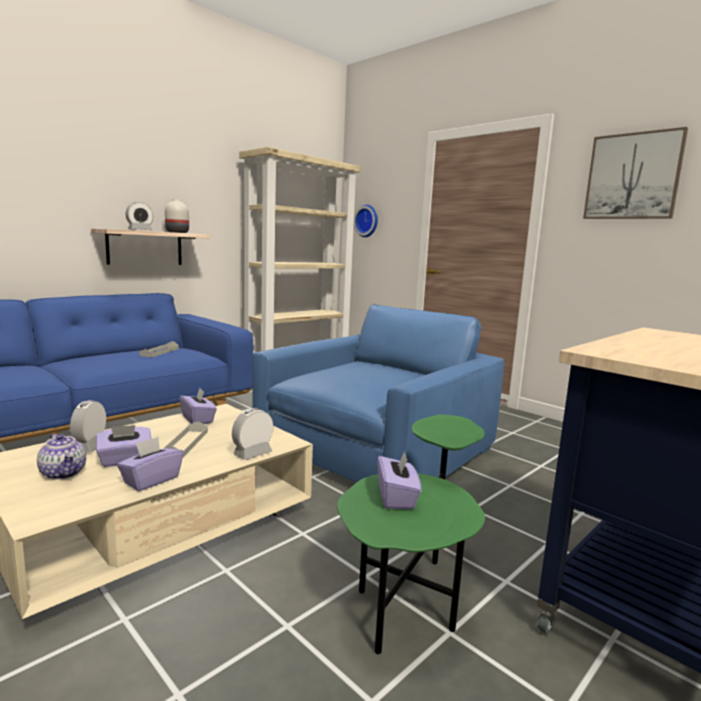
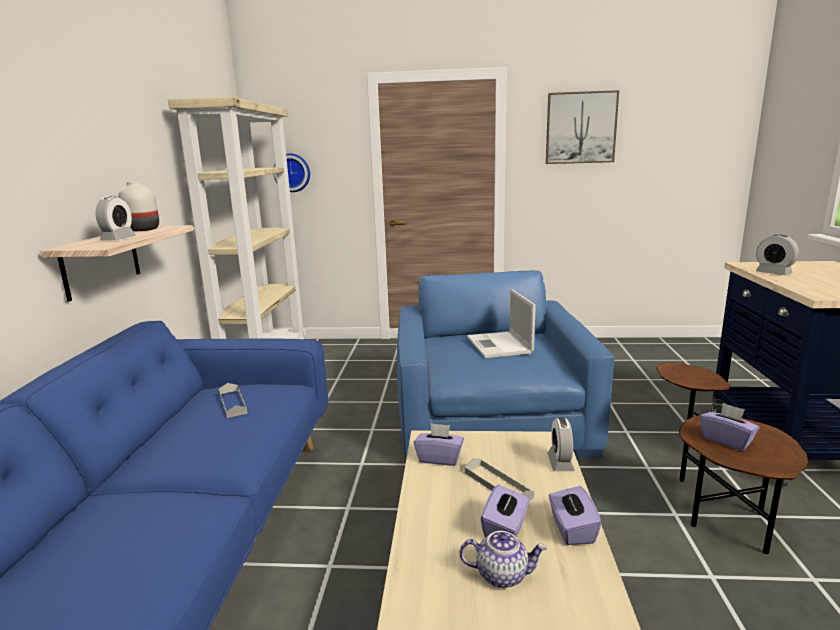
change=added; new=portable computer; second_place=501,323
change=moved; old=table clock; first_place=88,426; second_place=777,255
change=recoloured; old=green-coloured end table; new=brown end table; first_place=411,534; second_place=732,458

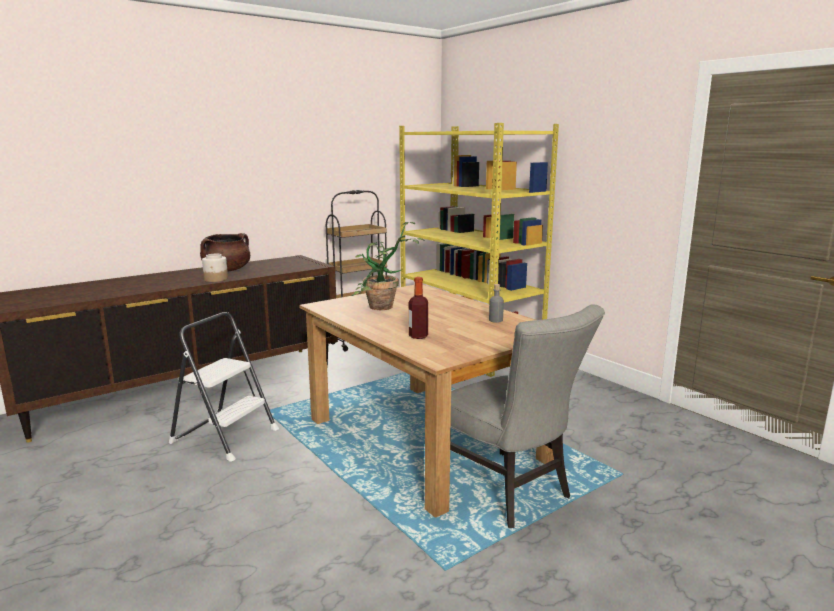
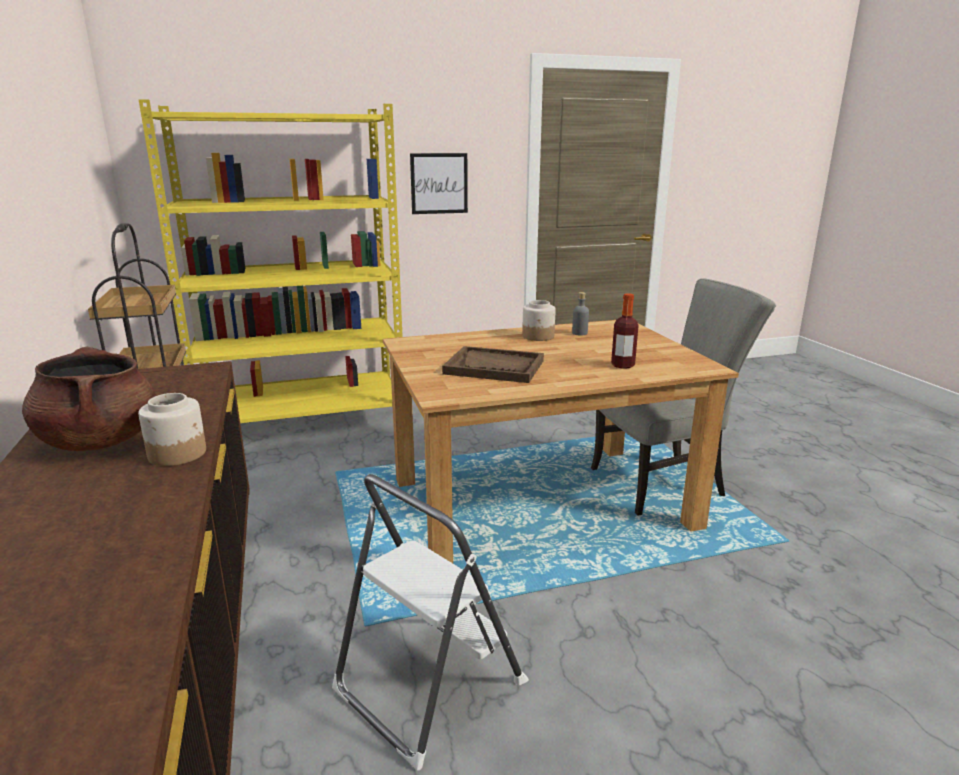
change=added; new=wall art; second_place=439,183
change=added; new=jar; second_place=539,320
change=replaced; old=potted plant; new=brown serving tray; first_place=388,266; second_place=493,364

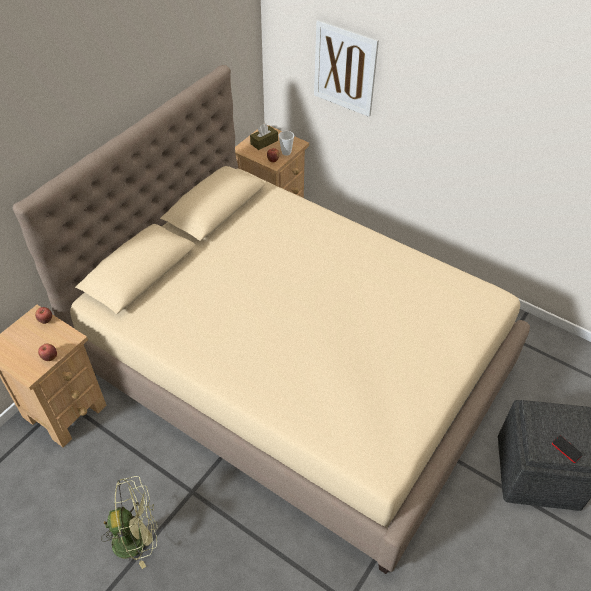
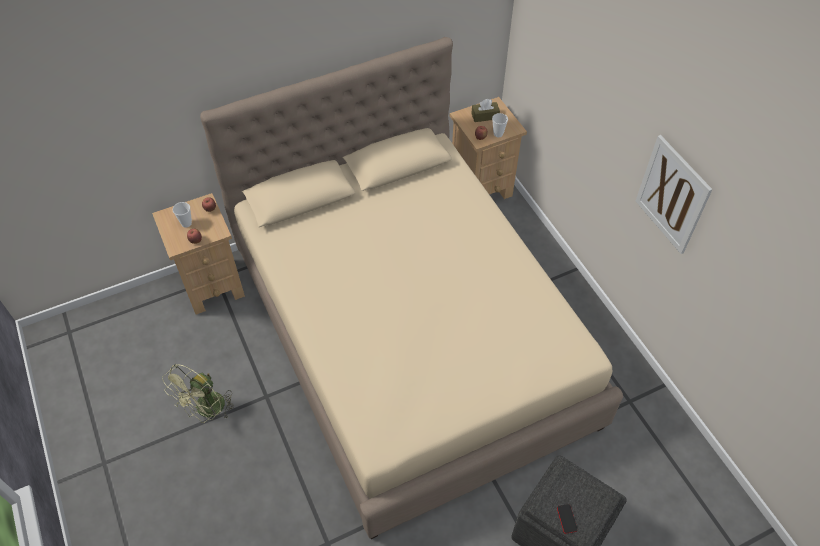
change=added; new=small cup; second_place=182,214
change=moved; old=wall art; first_place=346,68; second_place=674,194
change=turned; old=green-coloured electric fan; first_place=129,522; second_place=198,393; degrees=105

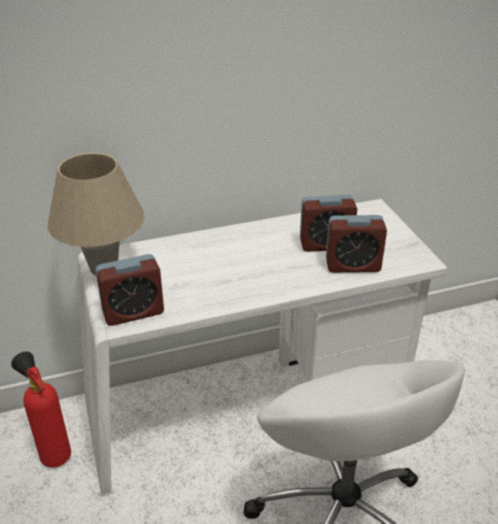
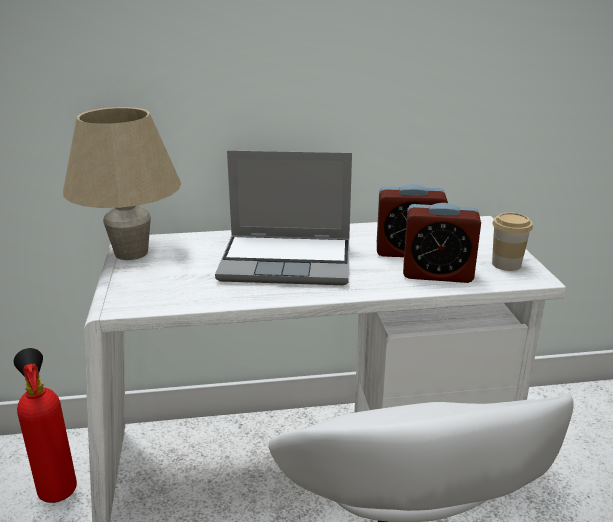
change=removed; old=table clock; first_place=129,290
change=added; new=portable computer; second_place=283,217
change=added; new=small cup; second_place=512,241

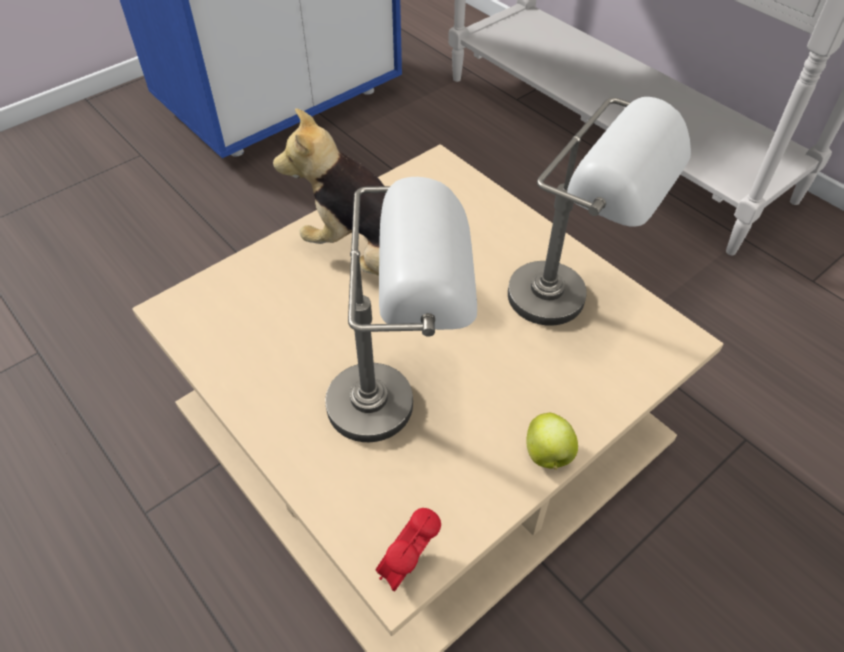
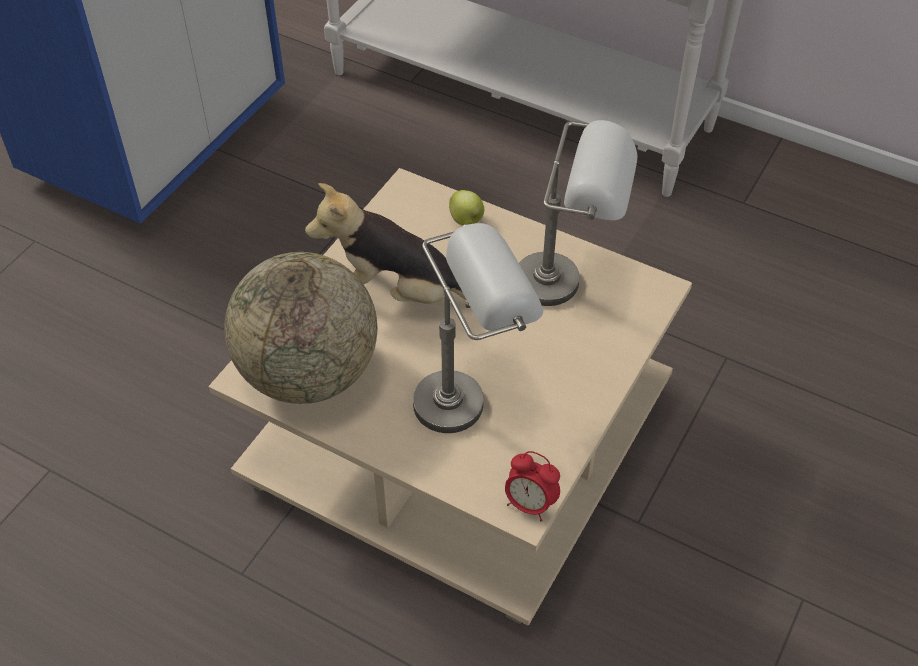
change=added; new=globe; second_place=300,328
change=moved; old=apple fruit; first_place=552,441; second_place=466,207
change=turned; old=table clock; first_place=408,550; second_place=532,486; degrees=-75

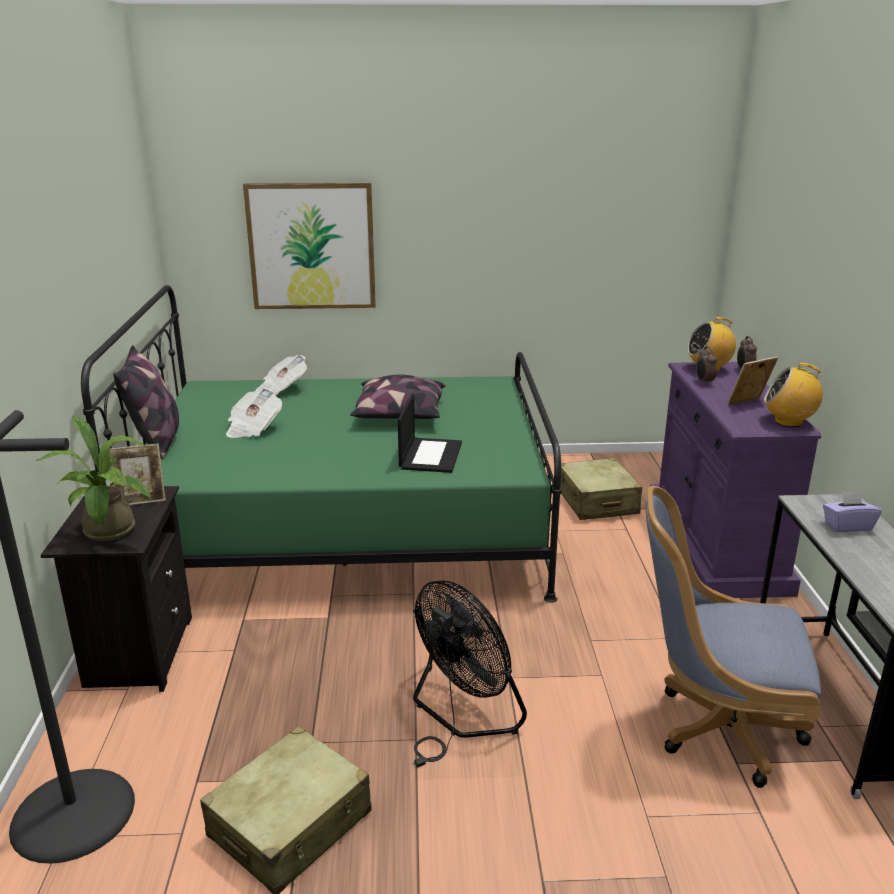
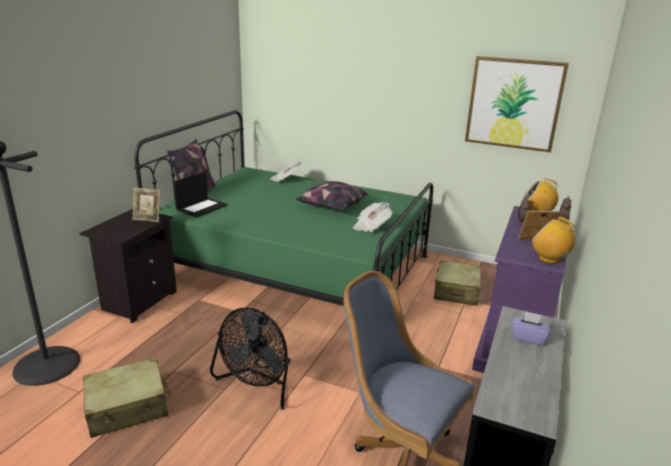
change=removed; old=potted plant; first_place=94,478
change=moved; old=newspaper; first_place=254,413; second_place=372,217
change=moved; old=wall art; first_place=309,246; second_place=517,104
change=moved; old=portable computer; first_place=430,433; second_place=200,195
change=turned; old=black electric fan; first_place=469,674; second_place=250,359; degrees=135

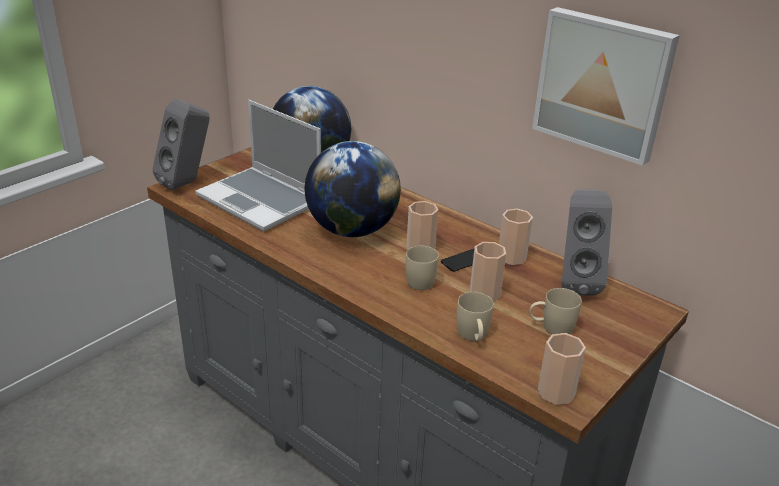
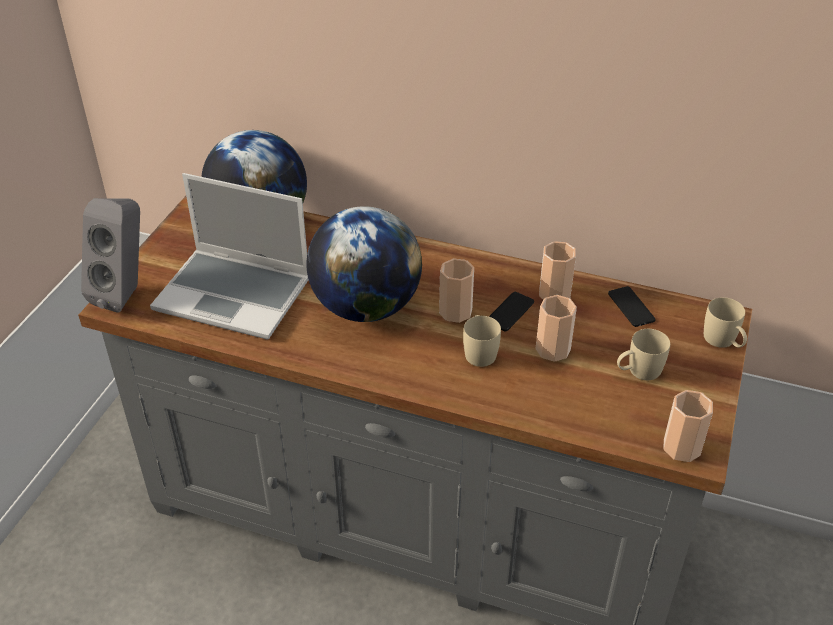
change=removed; old=wall art; first_place=606,86
change=moved; old=sand-coloured tea mug; first_place=475,316; second_place=725,322
change=replaced; old=gray loudspeaker; new=telephone; first_place=587,242; second_place=632,306

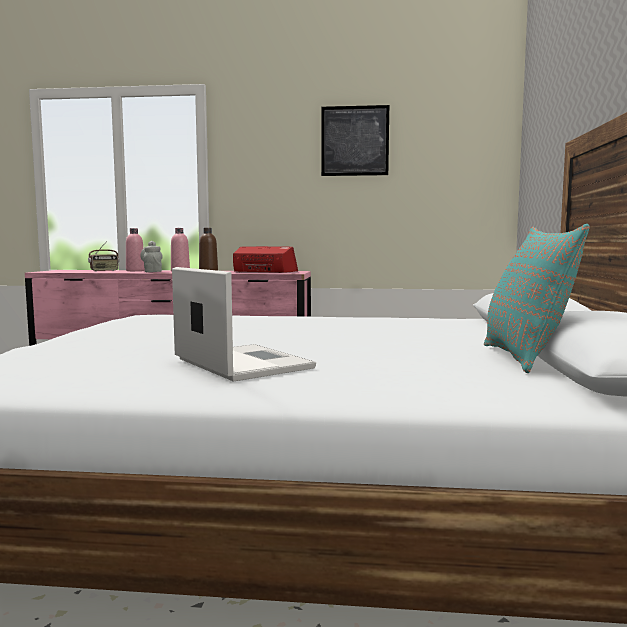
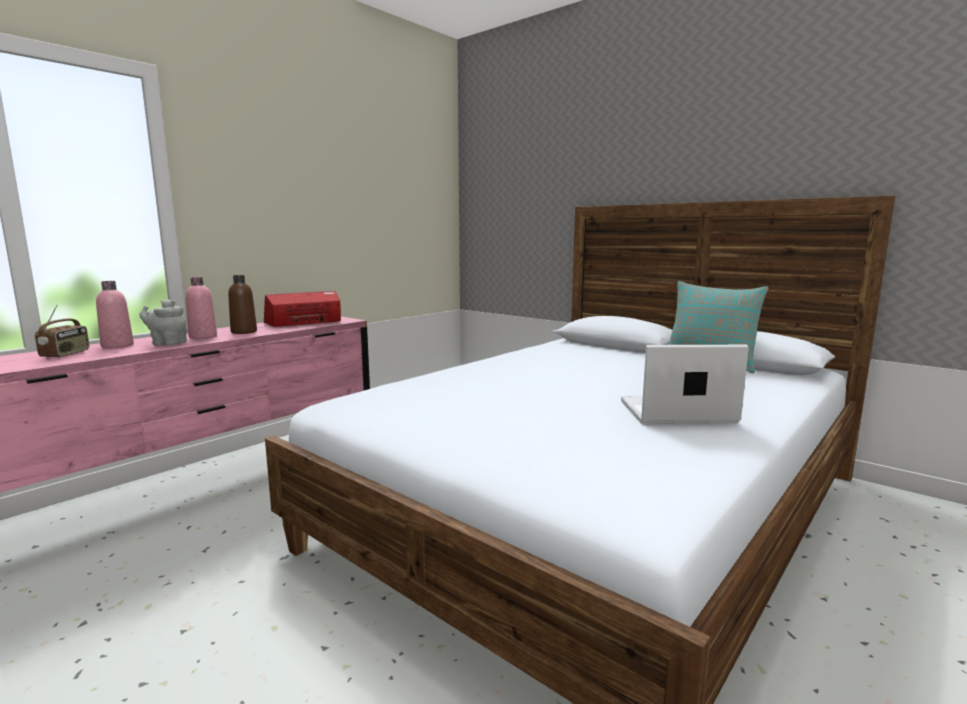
change=removed; old=wall art; first_place=355,140

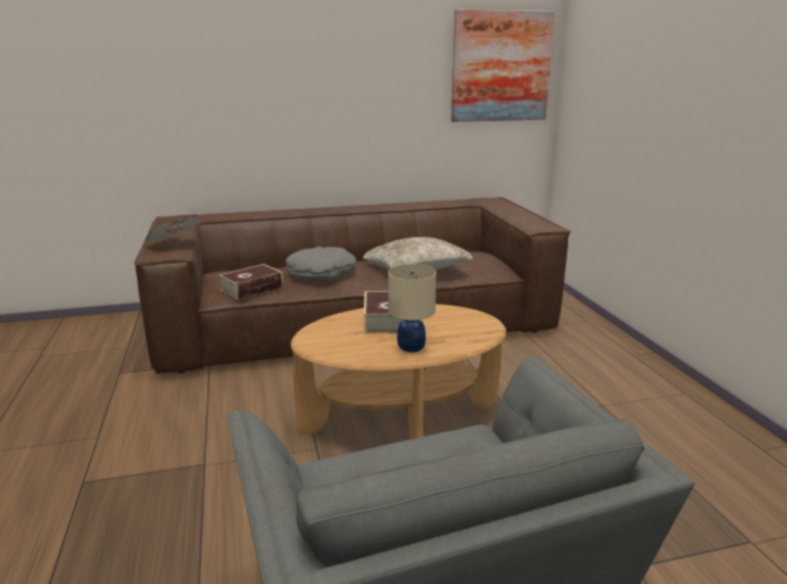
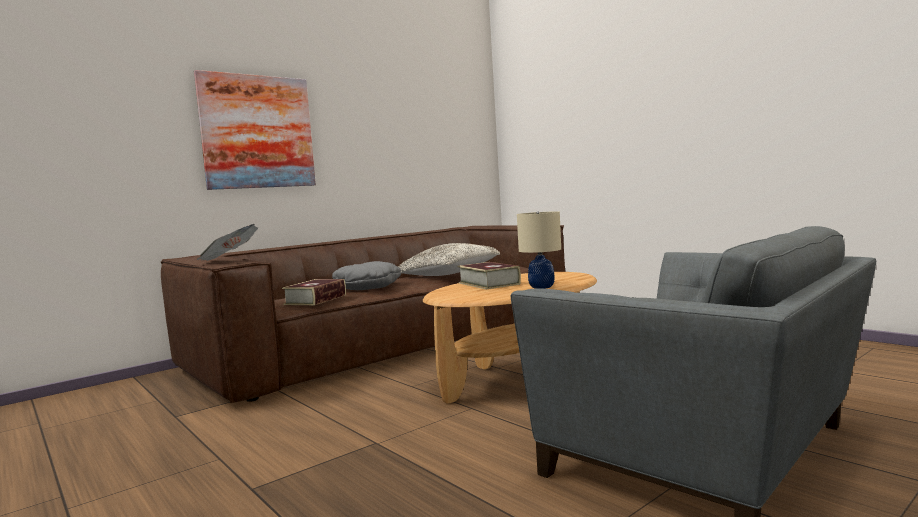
change=moved; old=wall art; first_place=503,65; second_place=255,130

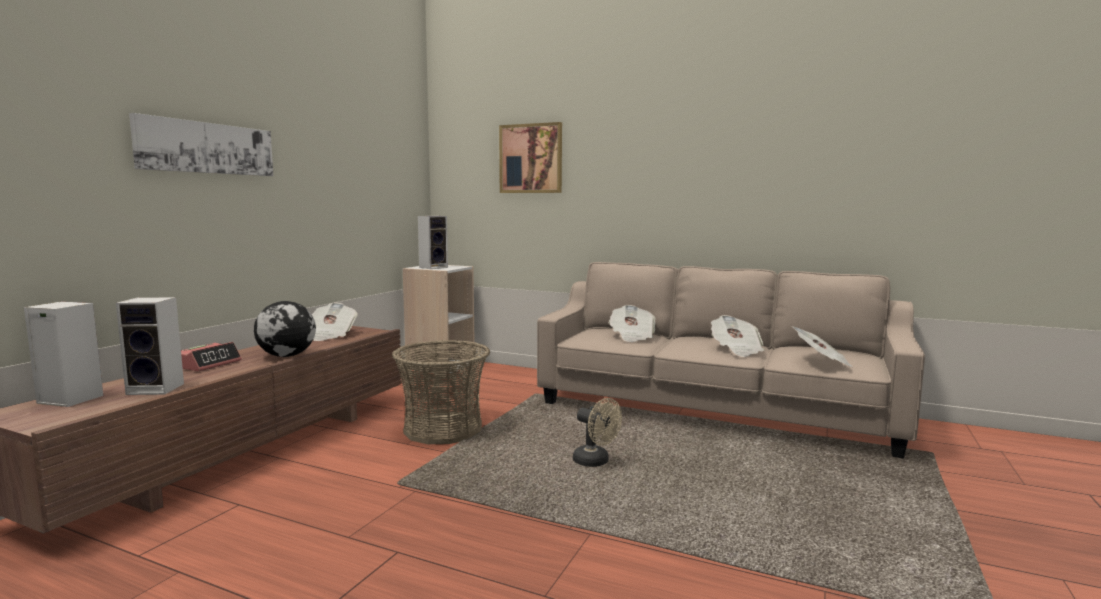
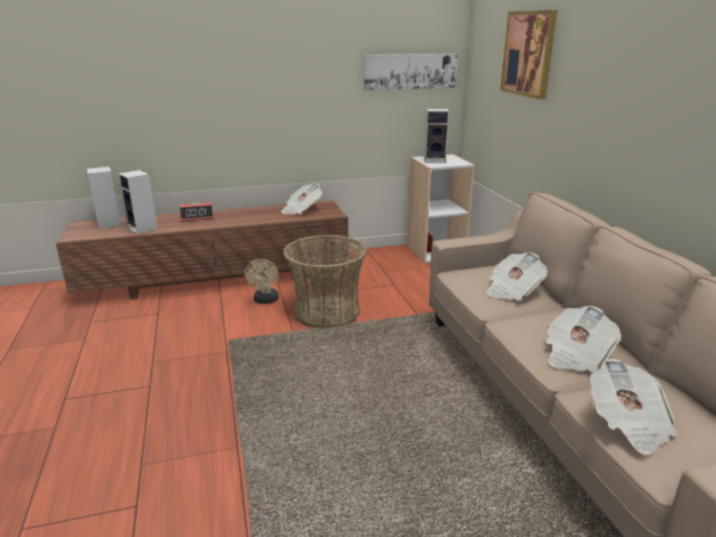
change=removed; old=globe; first_place=285,329
change=moved; old=wall art; first_place=201,144; second_place=411,72
change=moved; old=sand-coloured electric fan; first_place=597,432; second_place=262,281

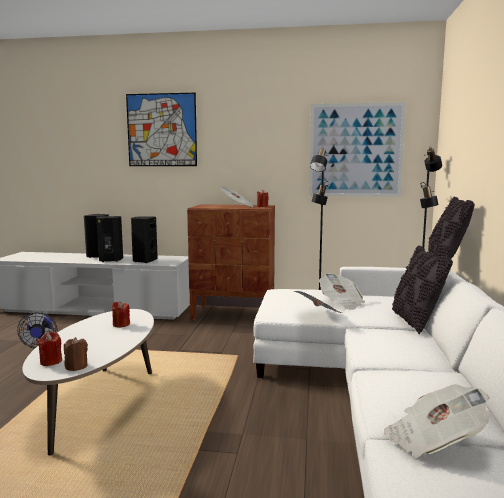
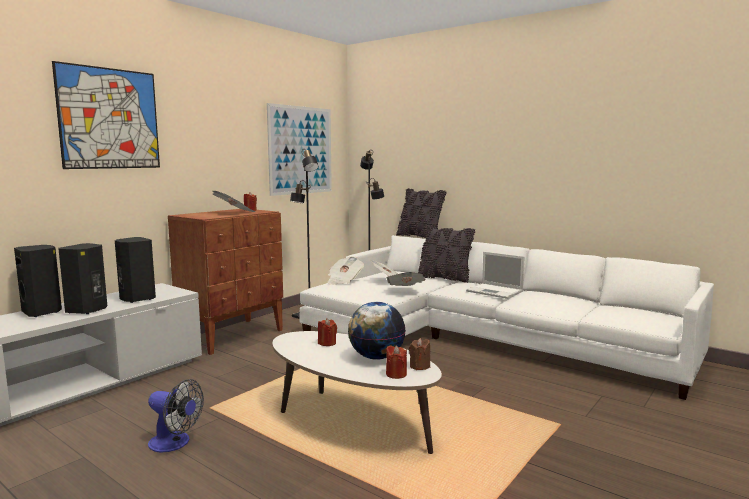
change=added; new=globe; second_place=376,331
change=added; new=portable computer; second_place=495,275
change=moved; old=newspaper; first_place=436,421; second_place=345,270

